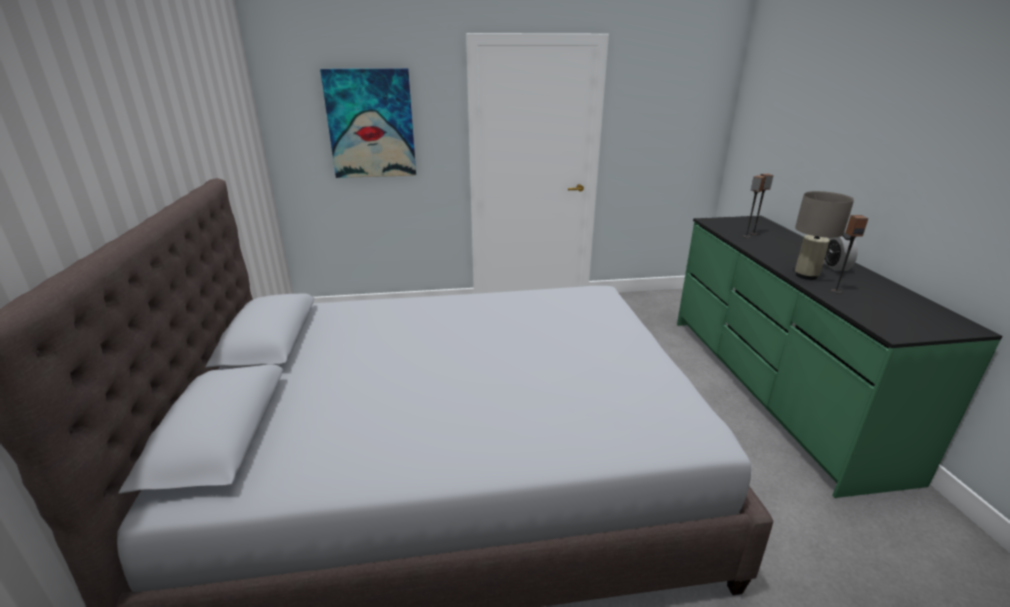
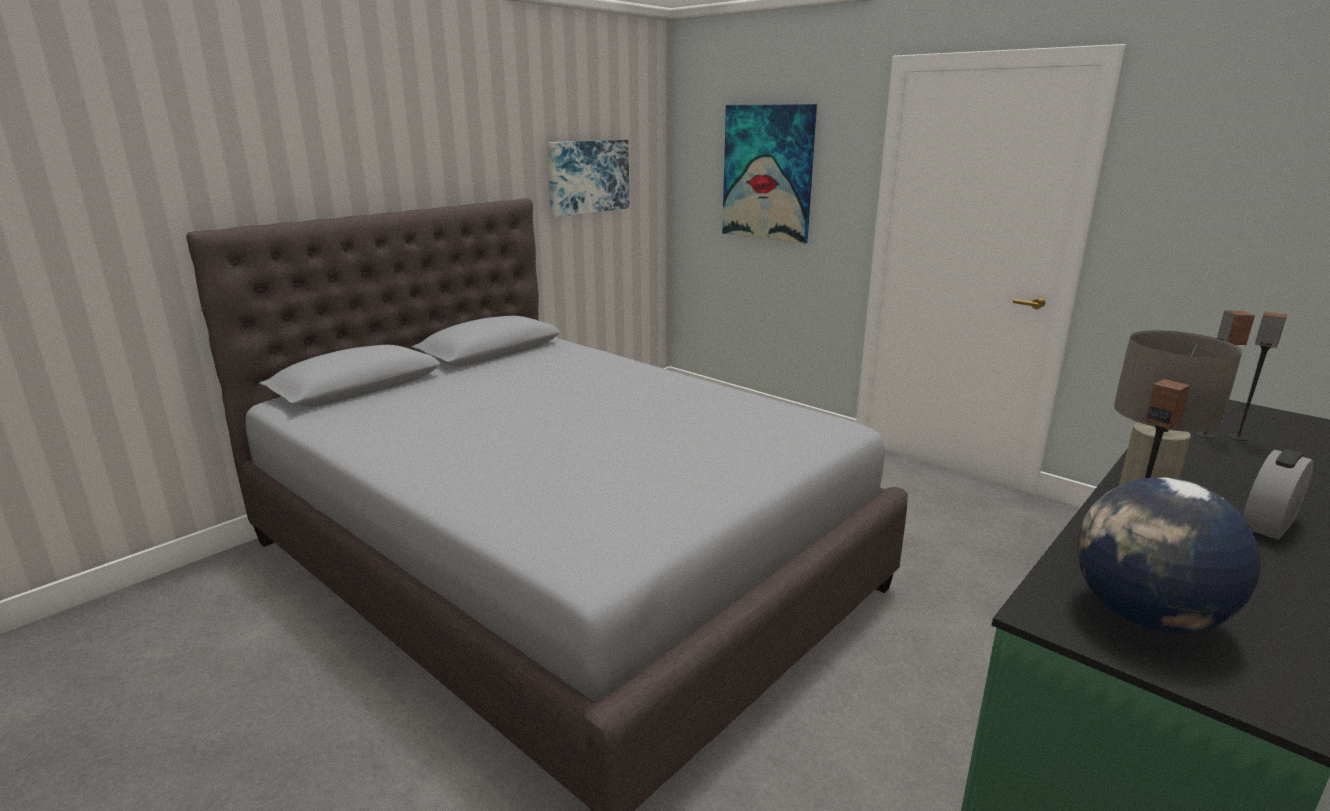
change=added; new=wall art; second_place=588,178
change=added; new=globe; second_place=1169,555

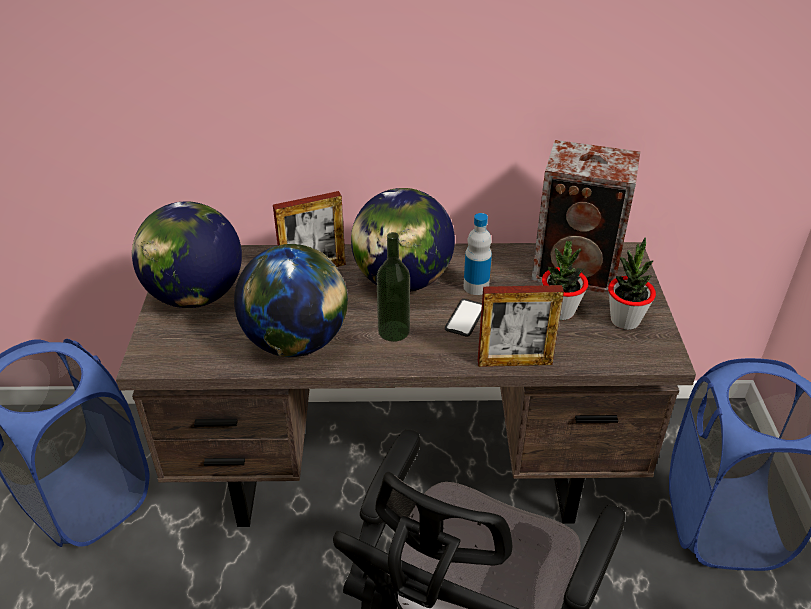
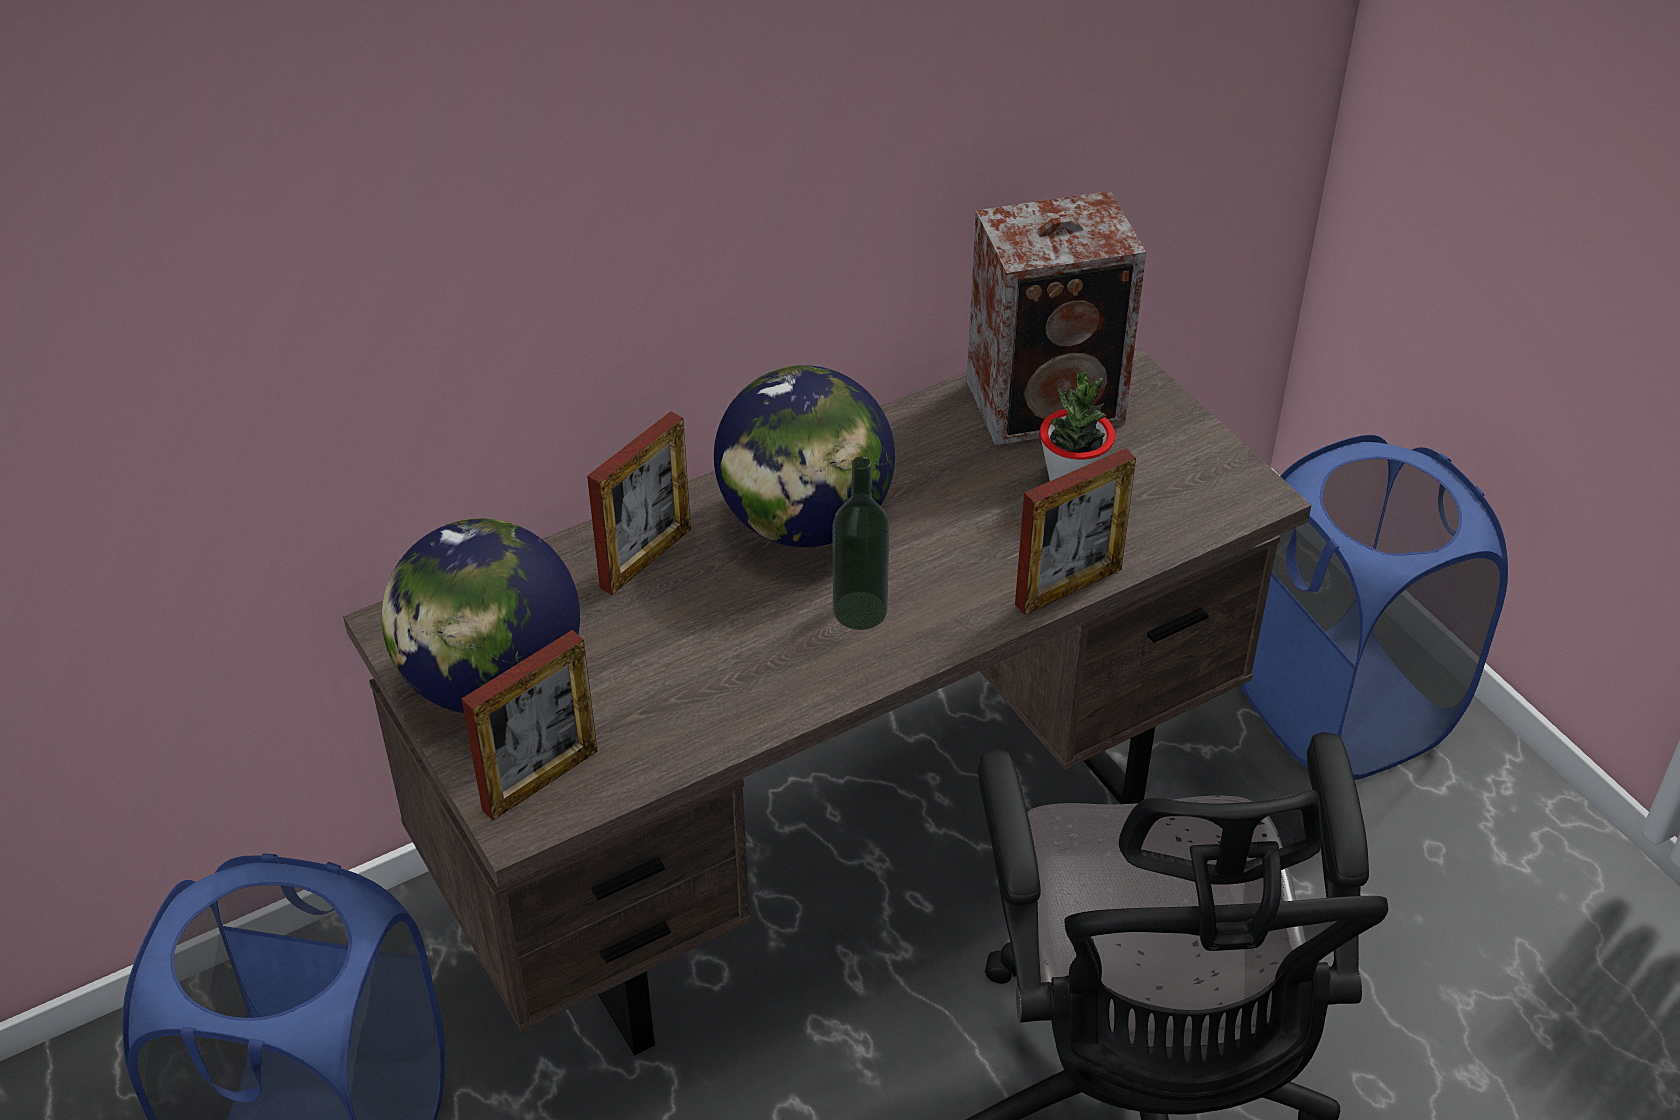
change=removed; old=globe; first_place=291,300
change=removed; old=telephone; first_place=463,318
change=removed; old=beverage bottle; first_place=478,254
change=removed; old=potted plant; first_place=632,283
change=added; new=standing frame; second_place=530,725

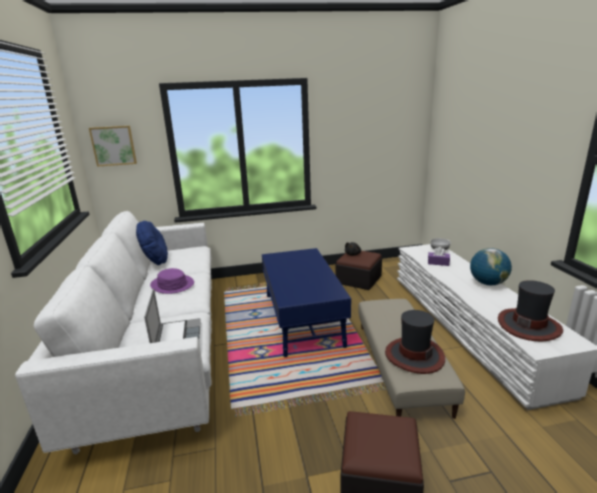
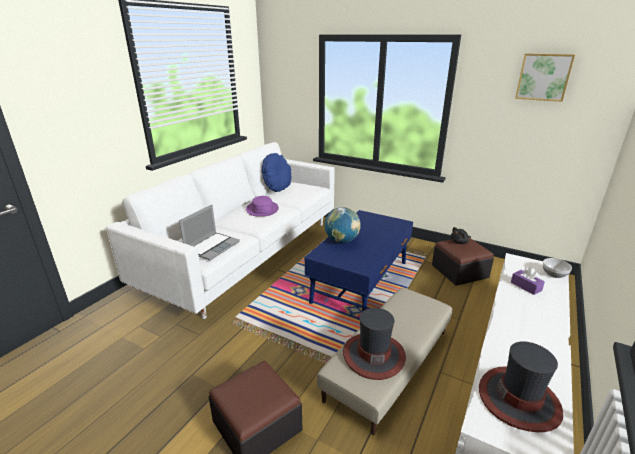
change=moved; old=wall art; first_place=113,146; second_place=545,77
change=moved; old=globe; first_place=491,266; second_place=342,225

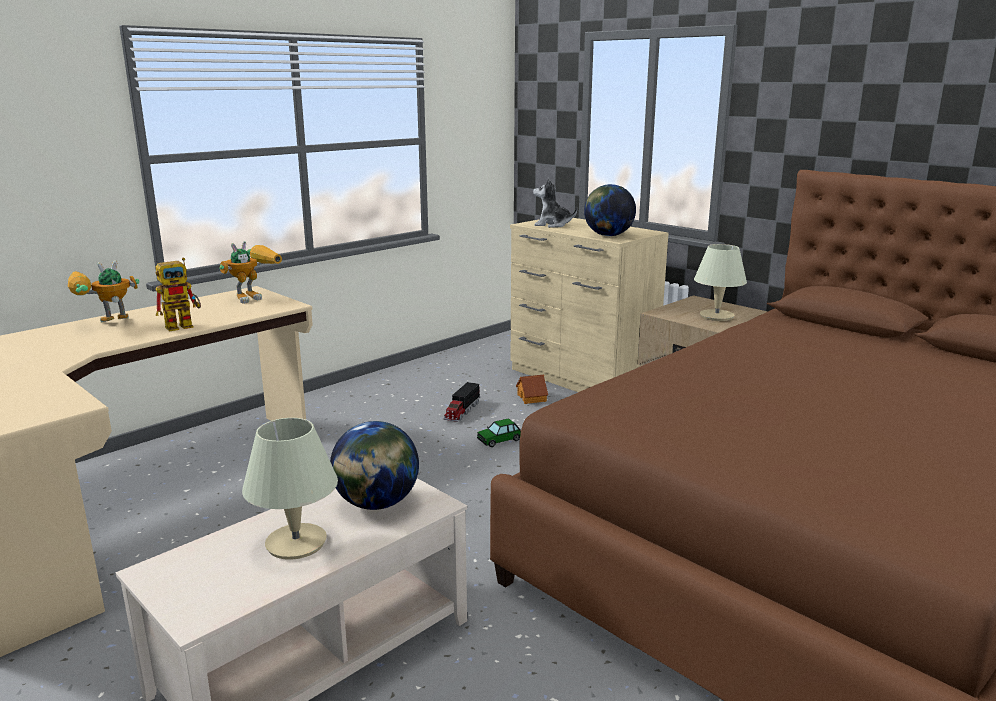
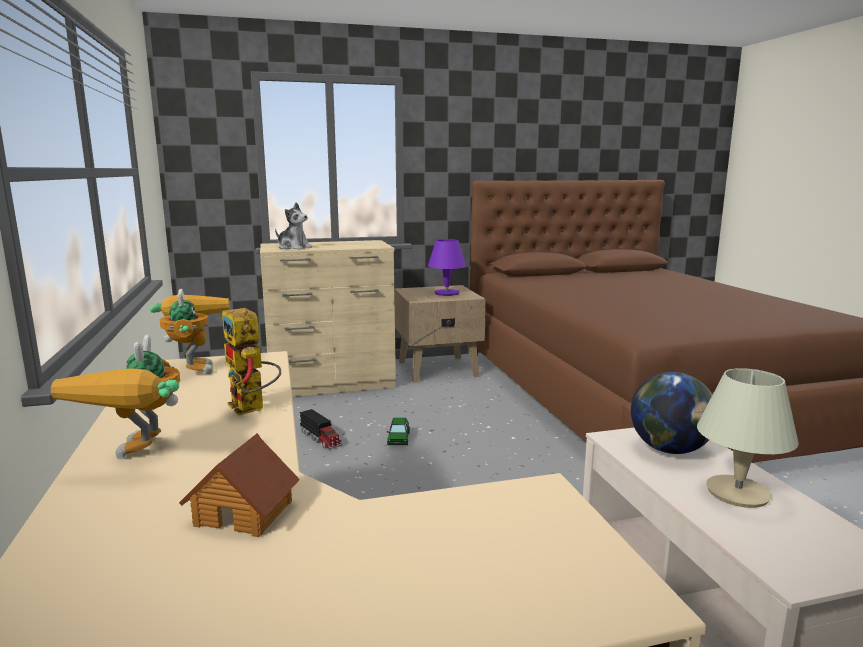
change=removed; old=globe; first_place=610,210
change=moved; old=toy house; first_place=532,389; second_place=239,485
change=recoloured; old=sand-coloured table lamp; new=purple table lamp; first_place=720,282; second_place=447,267
change=turned; old=model robot; first_place=178,295; second_place=251,361; degrees=150
change=turned; old=cuddly toy; first_place=555,203; second_place=293,226; degrees=-105

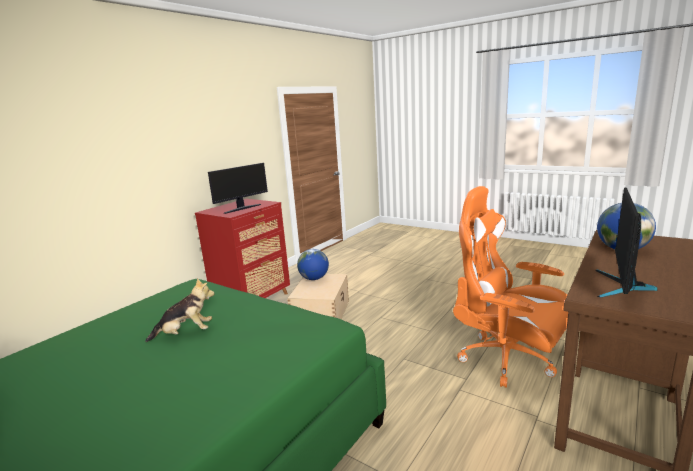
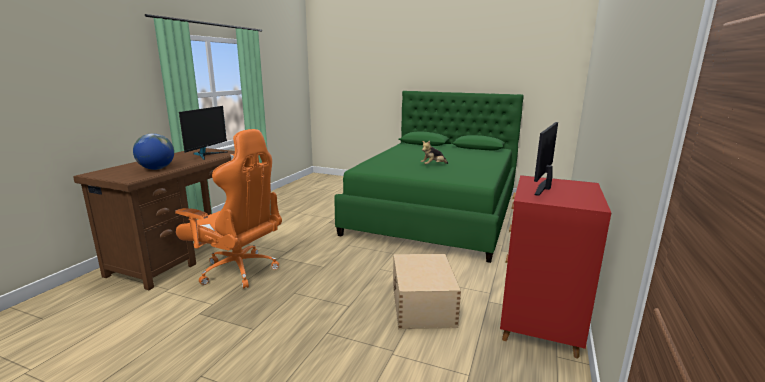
change=removed; old=globe; first_place=313,264

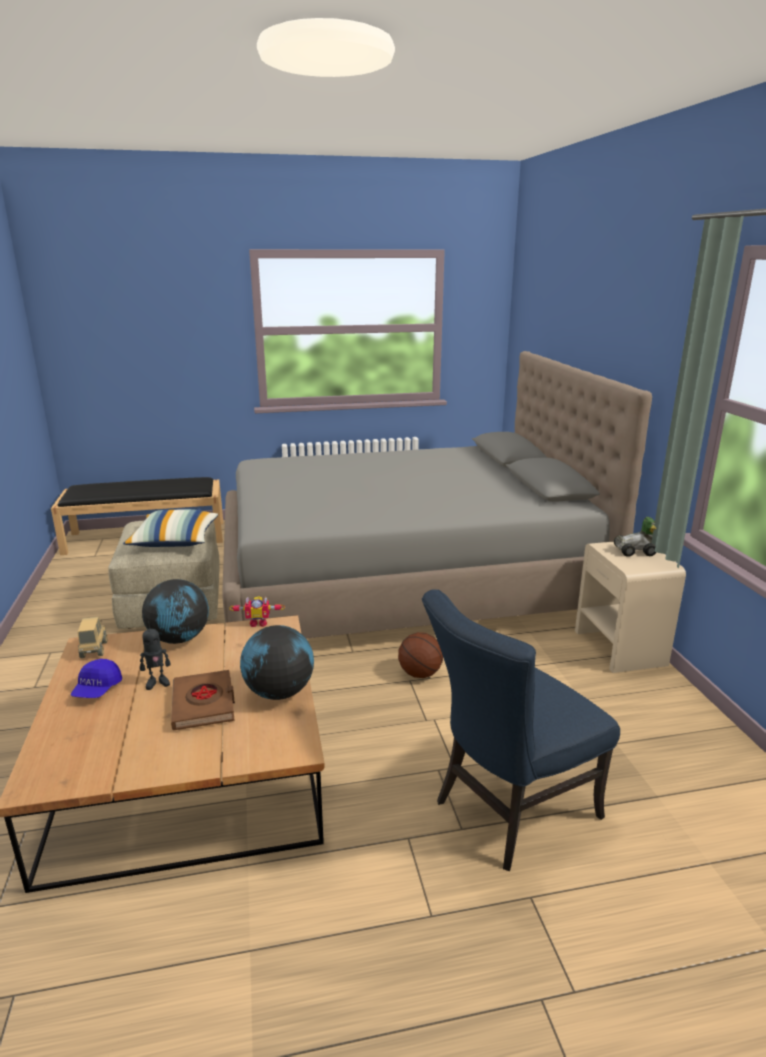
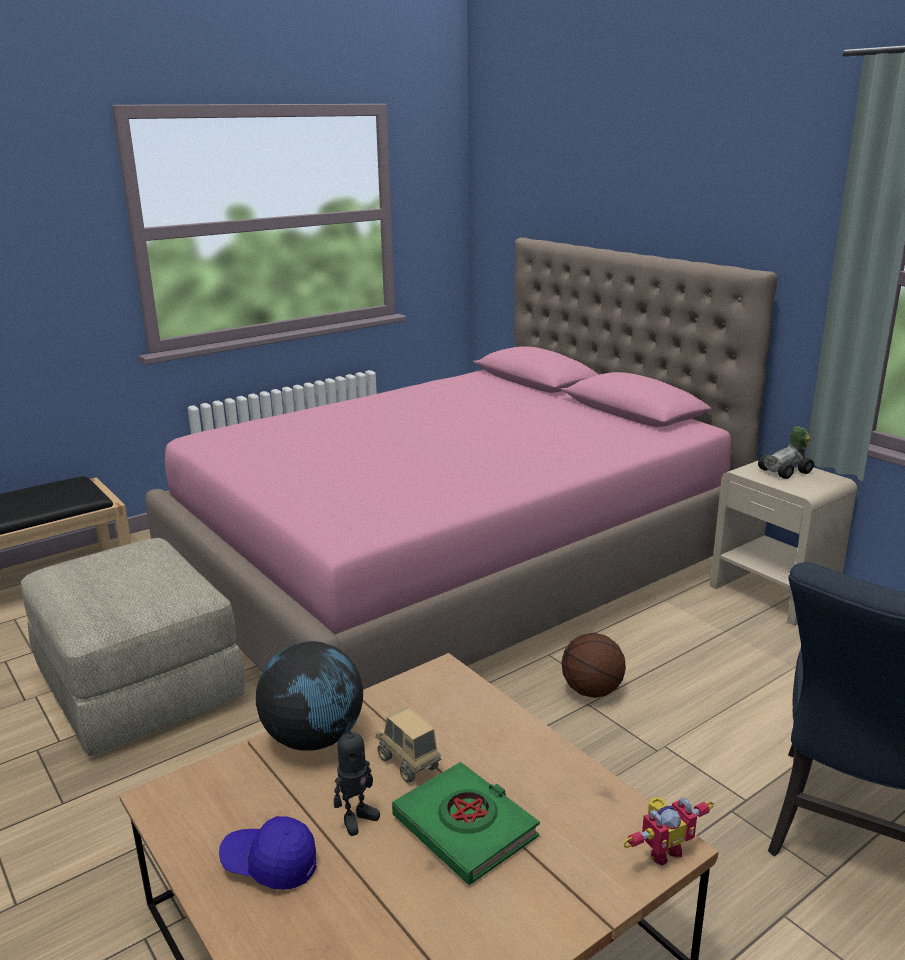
change=removed; old=throw pillow; first_place=170,528
change=removed; old=globe; first_place=277,662
change=moved; old=model truck; first_place=92,637; second_place=408,745
change=moved; old=model robot; first_place=257,611; second_place=668,831
change=recoloured; old=brown bound book; new=green-coloured bound book; first_place=203,700; second_place=466,823
change=recoloured; old=gray bed; new=pinkish bed; first_place=437,494; second_place=461,464
change=turned; old=blue baseball cap; first_place=96,678; second_place=268,853; degrees=120

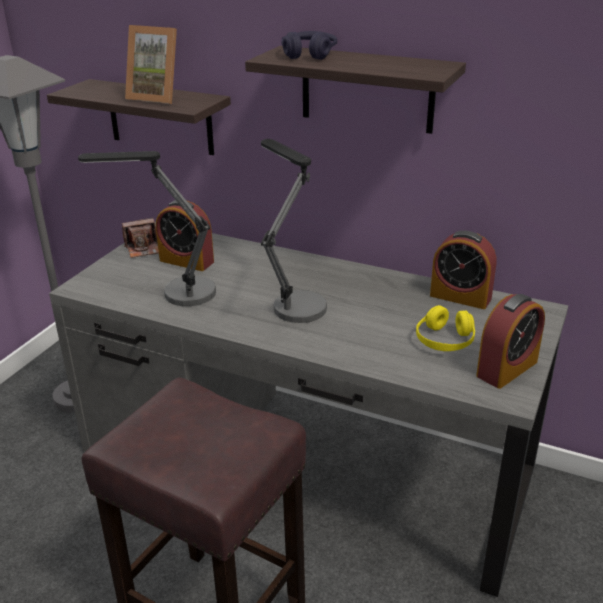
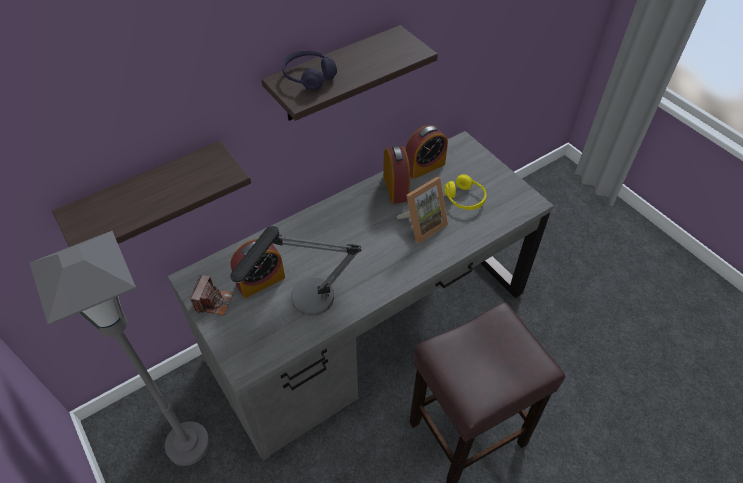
change=removed; old=table lamp; first_place=294,231
change=moved; old=standing frame; first_place=151,64; second_place=422,209
change=moved; old=table clock; first_place=510,341; second_place=396,175

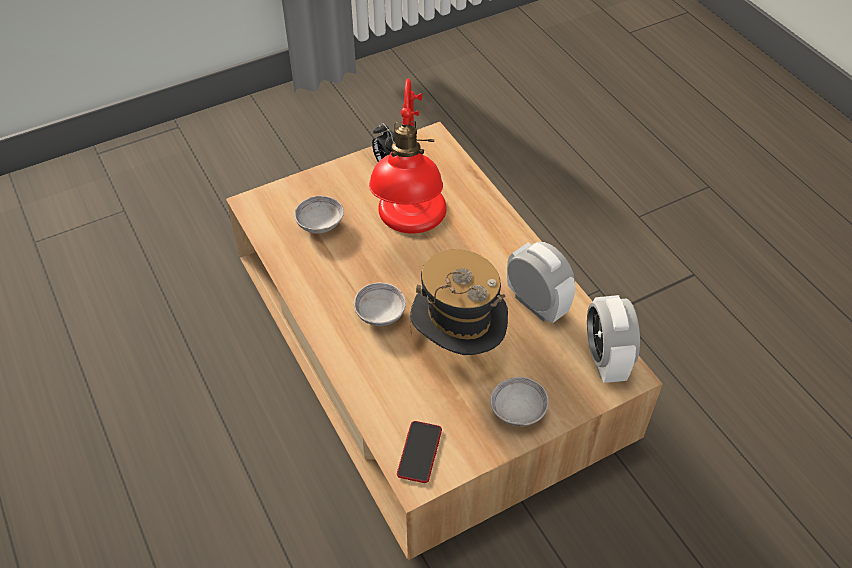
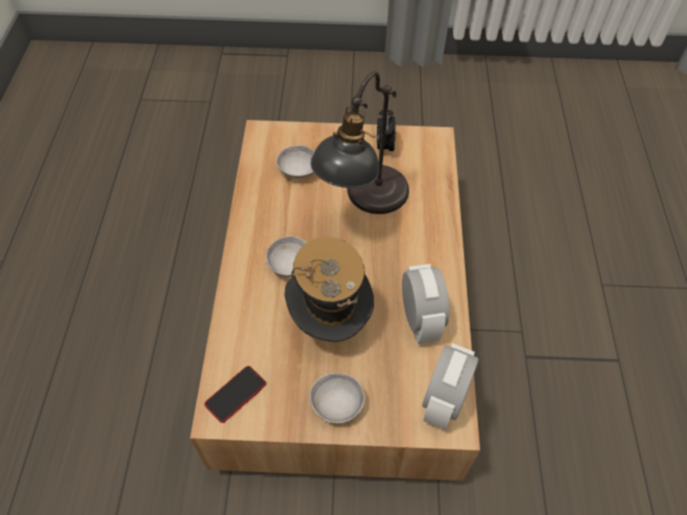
change=recoloured; old=red table lamp; new=gray table lamp; first_place=408,156; second_place=360,142

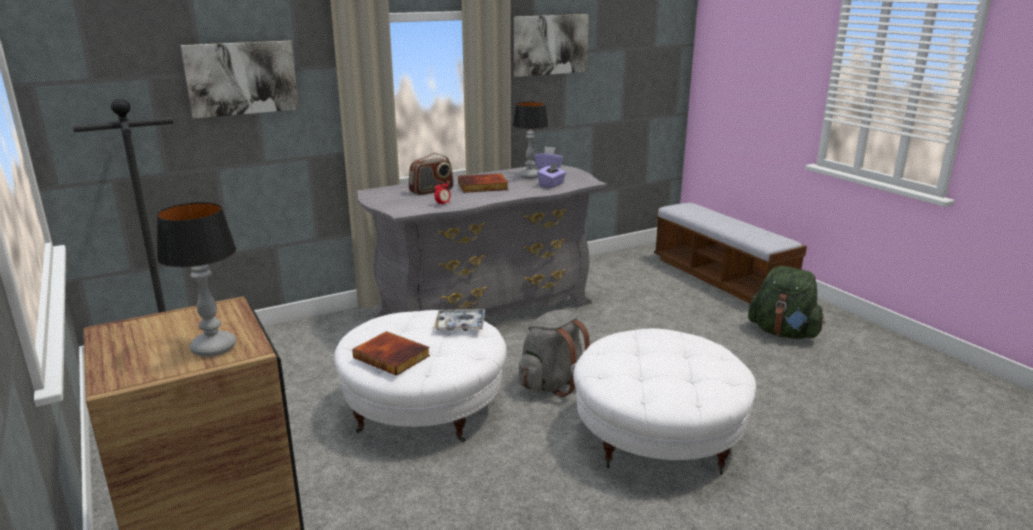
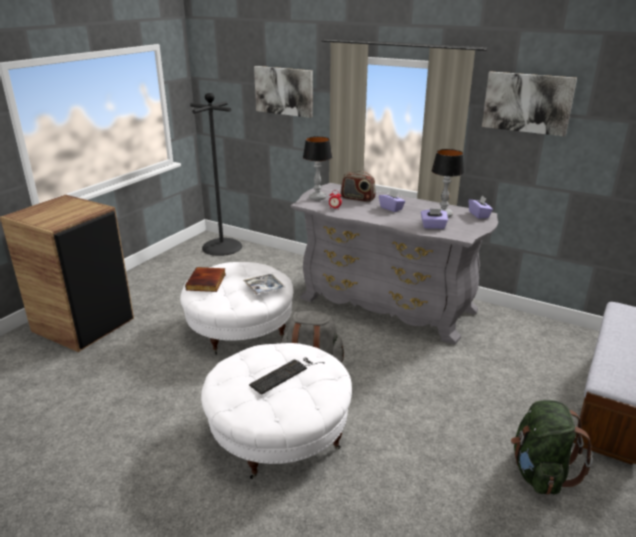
change=added; new=computer keyboard; second_place=287,376
change=moved; old=table lamp; first_place=196,279; second_place=317,168
change=replaced; old=bound book; new=purple tissue box; first_place=483,183; second_place=392,201

